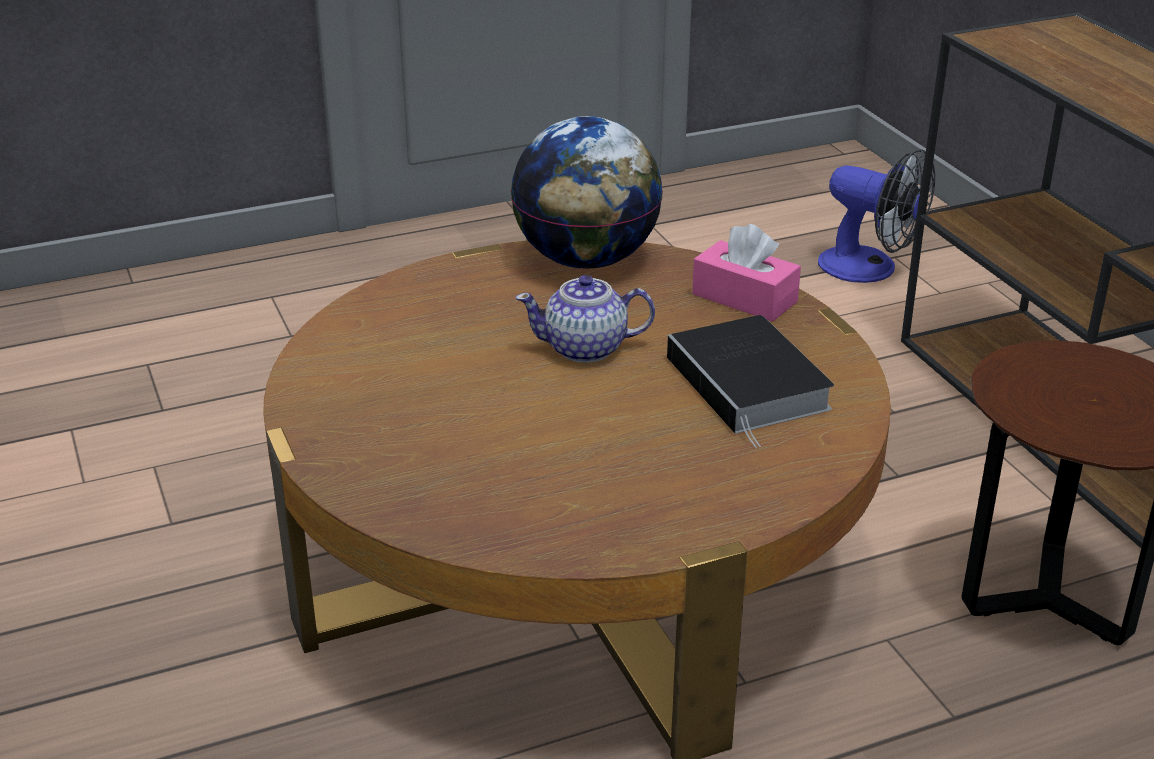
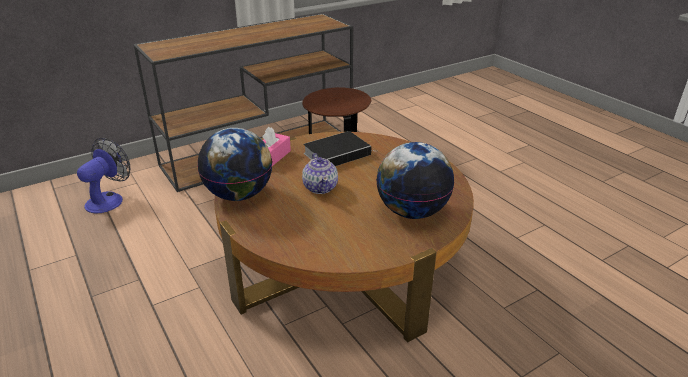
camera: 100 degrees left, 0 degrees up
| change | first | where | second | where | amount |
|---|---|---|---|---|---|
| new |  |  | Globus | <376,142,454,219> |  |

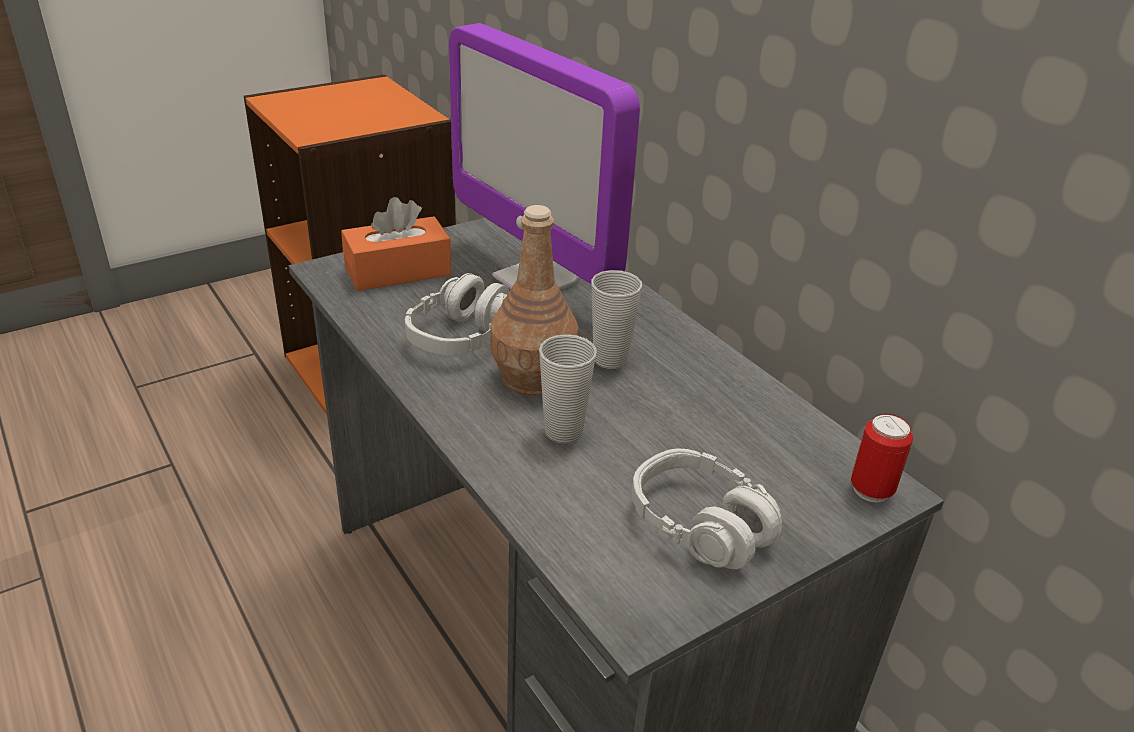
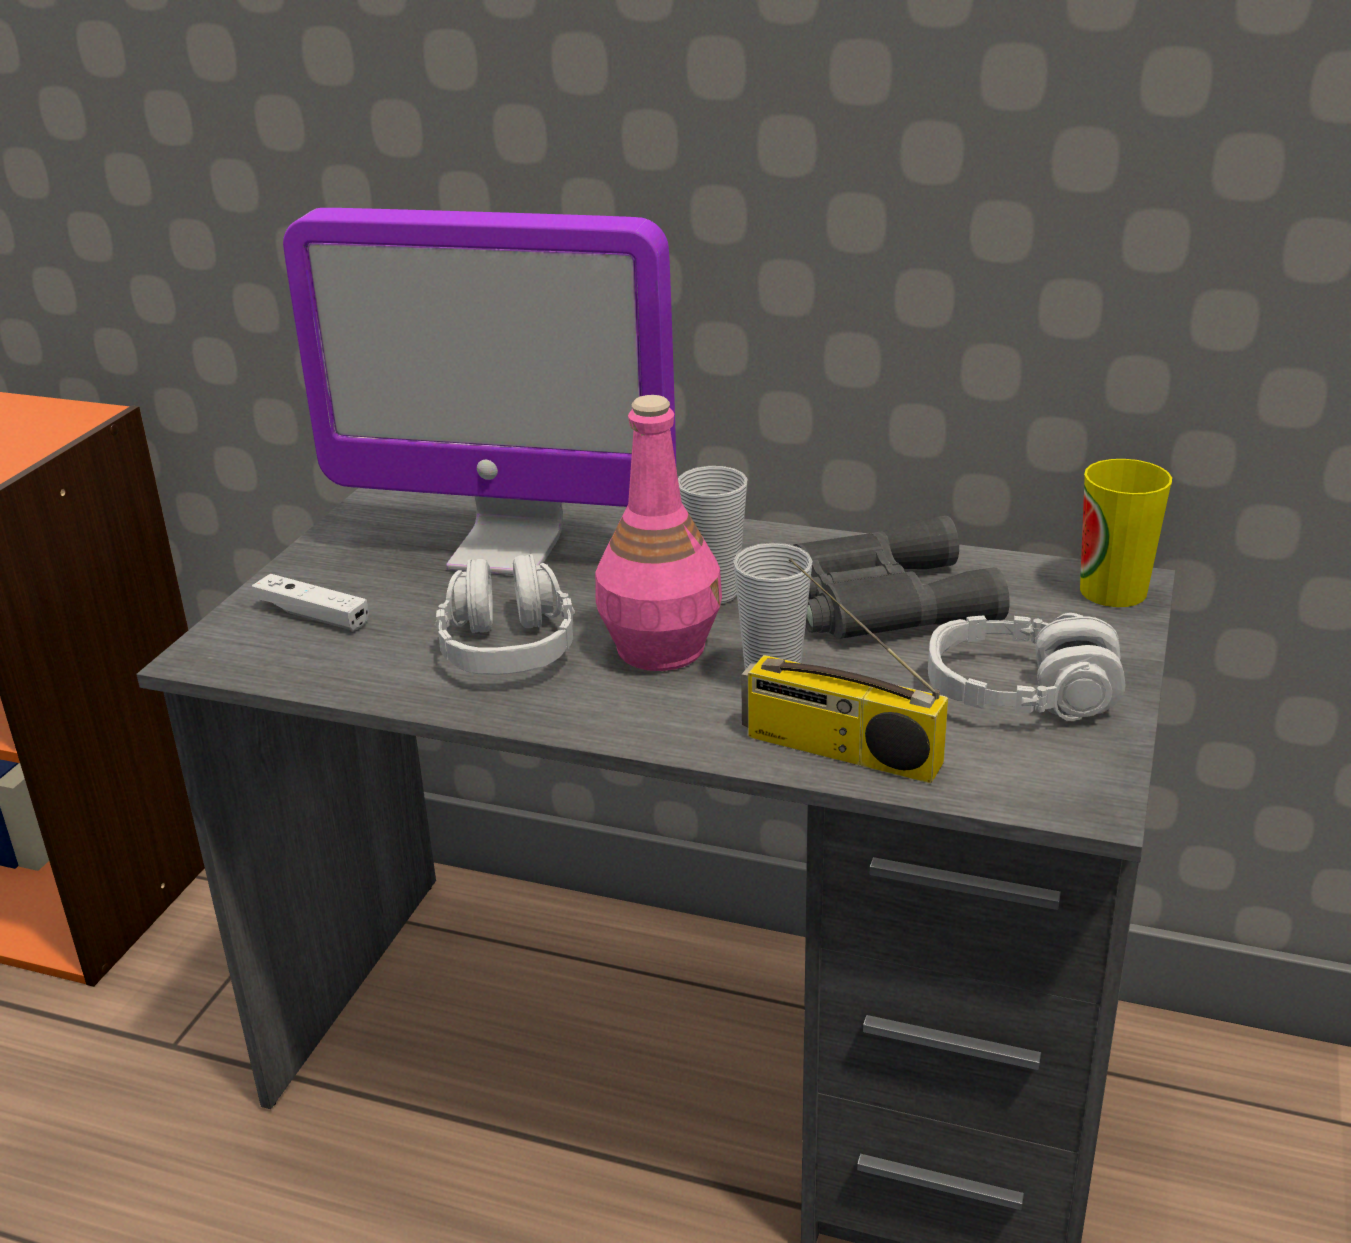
camera: 35 degrees left, 5 degrees down
| change | first | where | second | where | amount |
|---|---|---|---|---|---|
| swapped | Taschentuchbox/orange | <341,197,451,291> | Gamepad/weiß | <252,574,369,631> |  |
| repainted | Flasche/braun | <490,205,578,396> | Flasche/rosa | <595,395,722,671> |  |
| new |  |  | Radio | <741,558,948,783> |  |
| new |  |  | Fernglas/grau | <792,516,1010,639> |  |
| swapped | Dose | <851,413,913,503> | Tasse | <1080,459,1172,607> |  |

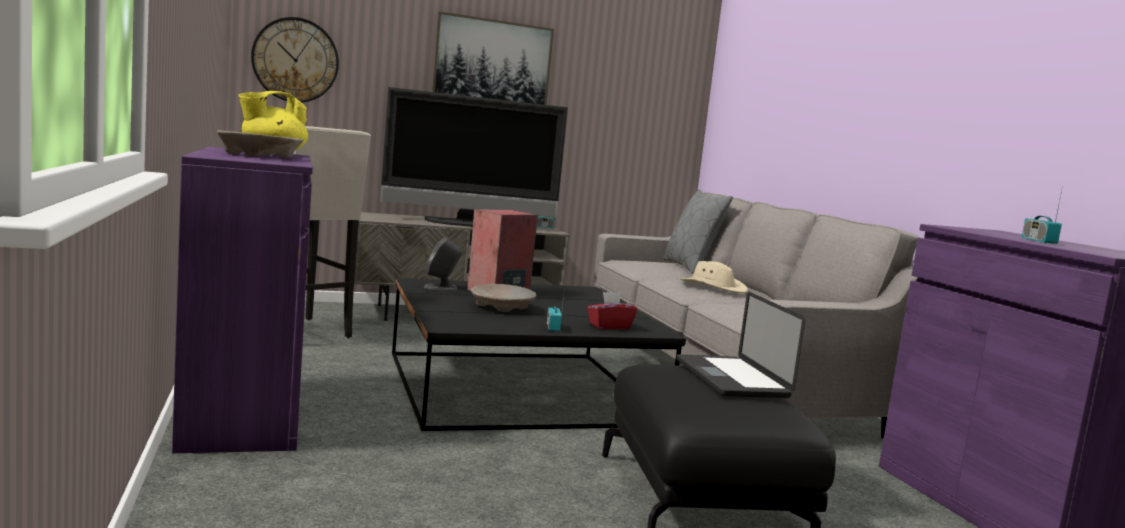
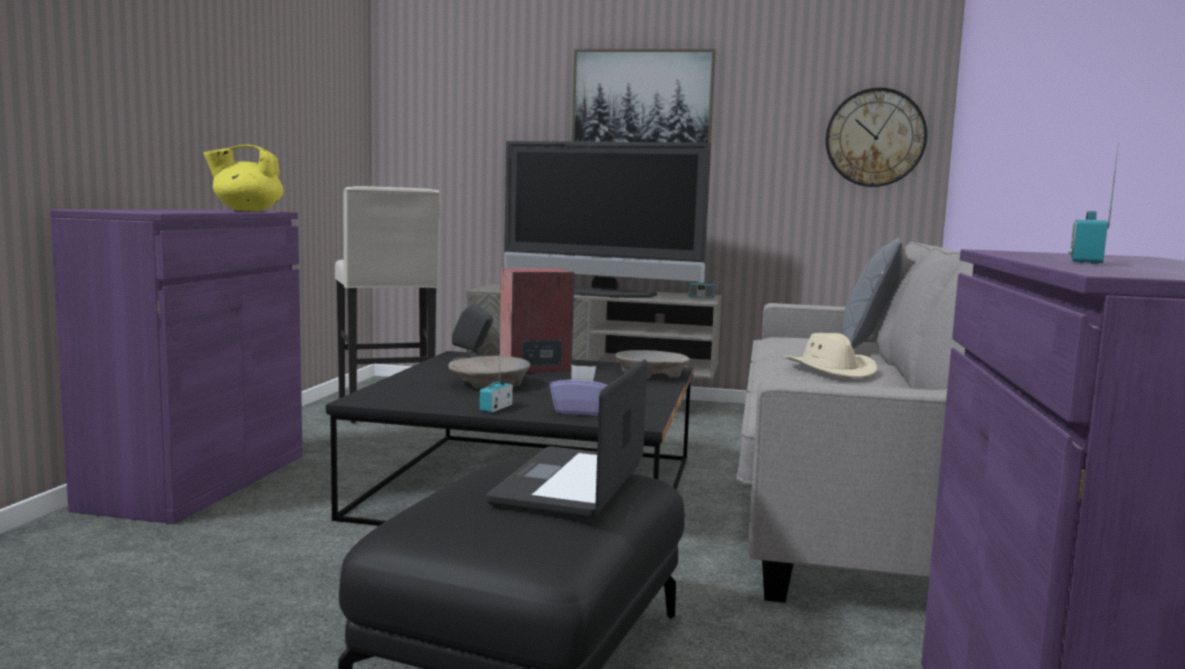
camera: 30 degrees right, 0 degrees up
| change | first | where | second | where | amount |
|---|---|---|---|---|---|
| repainted | Taschentuchbox/rot | <587,292,637,329> | Taschentuchbox/lila | <550,365,607,416> |  |
| shifted | Schüssel/beige | <217,130,304,158> |  | <615,350,690,379> |  |
| shifted | Wanduhr | <251,17,339,102> |  | <825,88,927,187> |  |

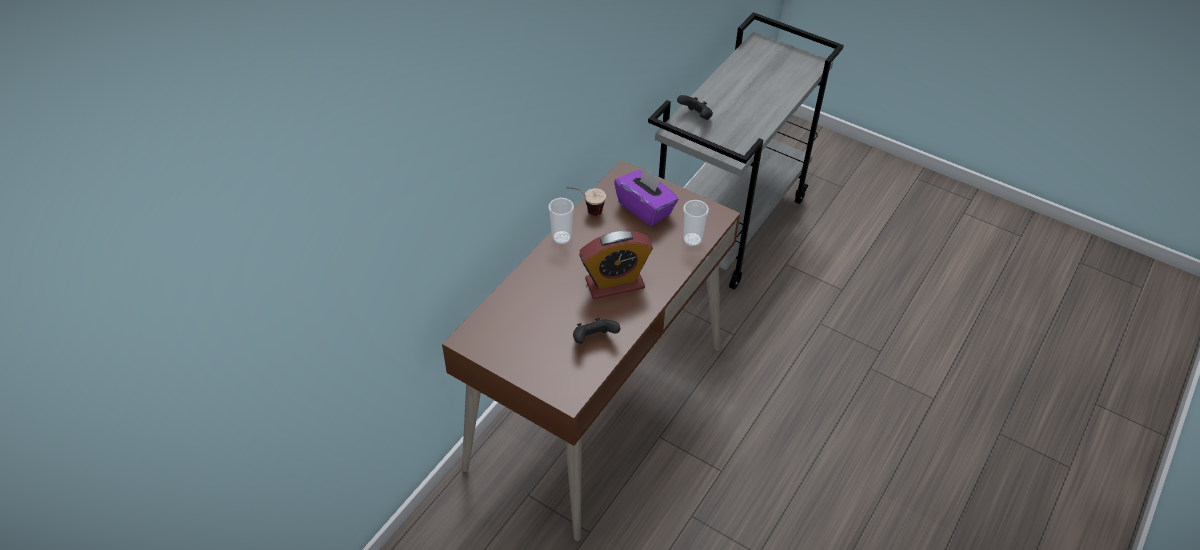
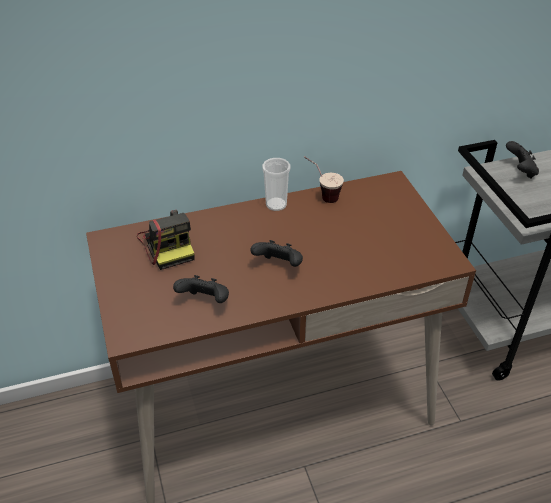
camera: 40 degrees right, 5 degrees down
| change | first | where | second | where | amount |
|---|---|---|---|---|---|
| new |  |  | Kamera | <137,210,194,270> |  |
| swapped | Wecker | <579,231,653,299> | Gamepad/schwarz | <250,240,303,267> |  |
| gone | Taschentuchbox/lila | <614,166,679,226> |  |  |  |
| gone | Tasse | <683,200,709,247> |  |  |  |

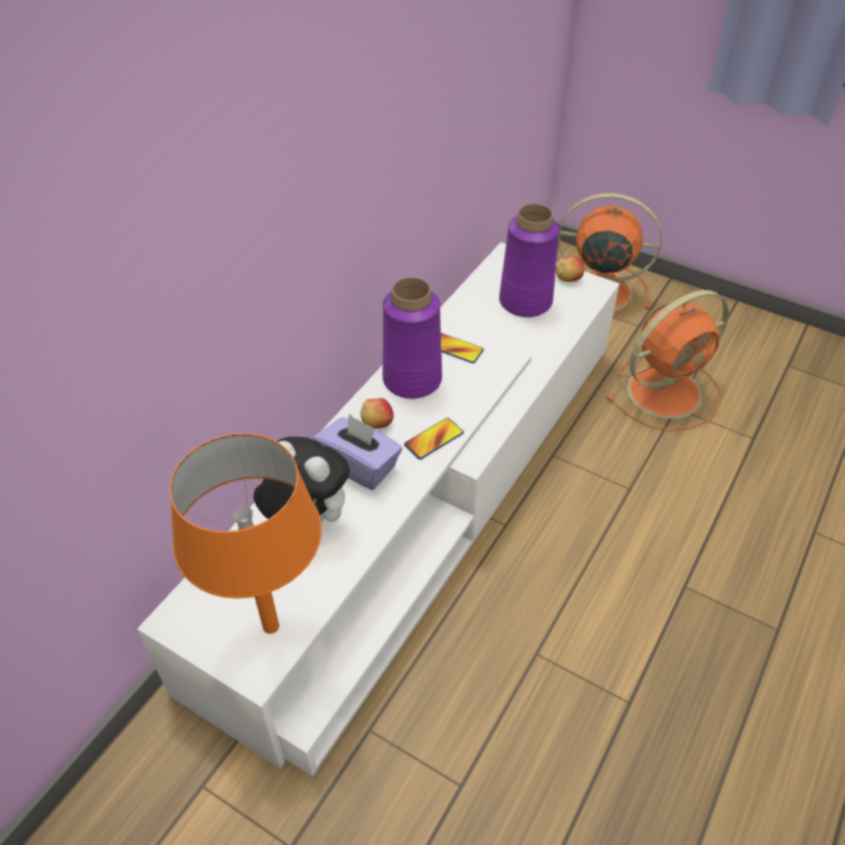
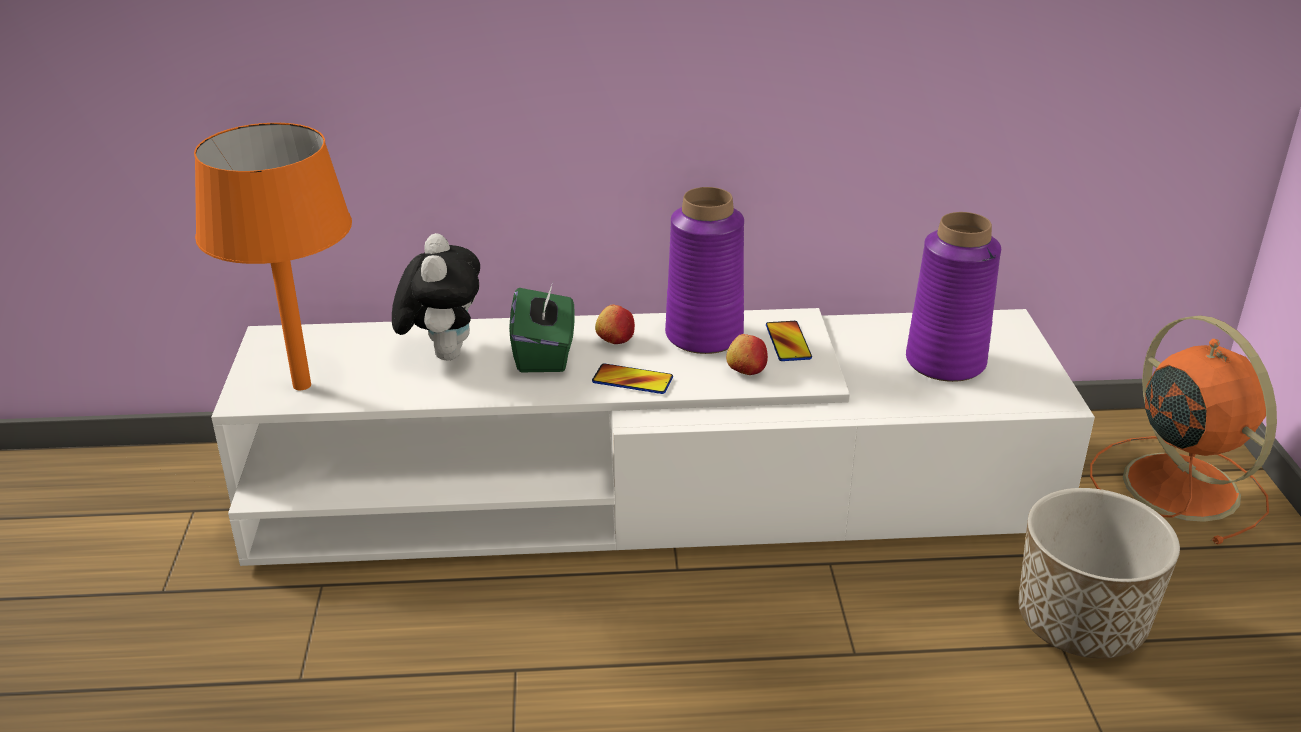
camera: 55 degrees right, 15 degrees down
| change | first | where | second | where | amount |
|---|---|---|---|---|---|
| repainted | Taschentuchbox/lila | <313,414,402,490> | Taschentuchbox/grün | <509,280,575,372> |  |
| shifted | Apfel | <556,256,584,282> |  | <726,334,768,375> |  |
| swapped | Ventilator/orange | <606,290,729,431> | Pflanzkübel | <1018,488,1180,659> |  |

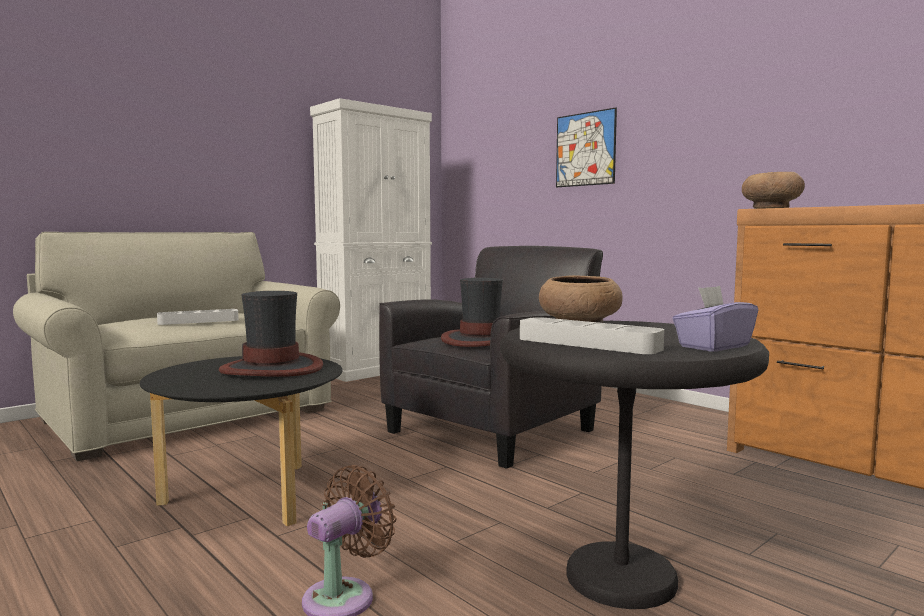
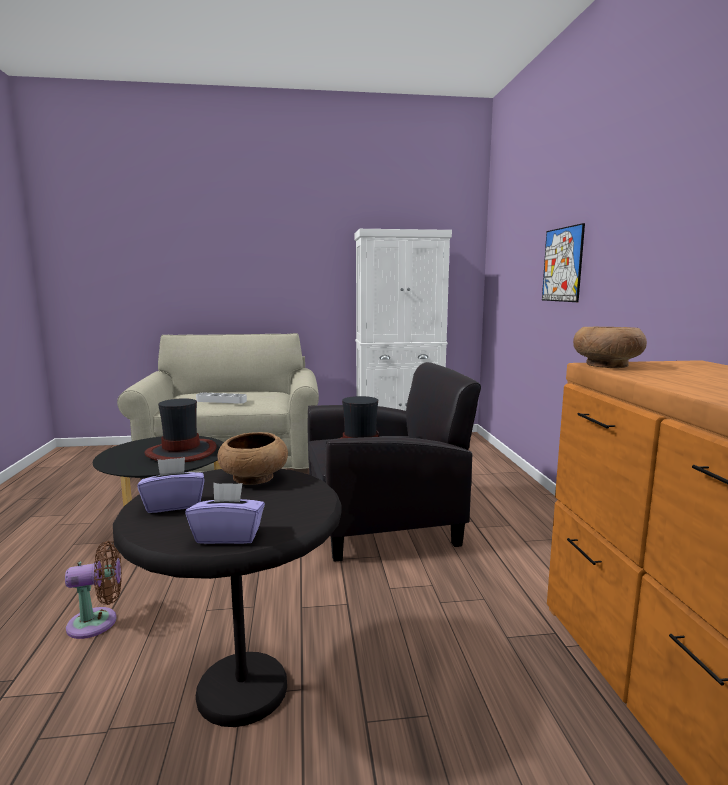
camera: 35 degrees right, 5 degrees up
| change | first | where | second | where | amount |
|---|---|---|---|---|---|
| swapped | Tablett/grau | <520,317,664,354> | Taschentuchbox/lila | <137,457,205,513> |  |

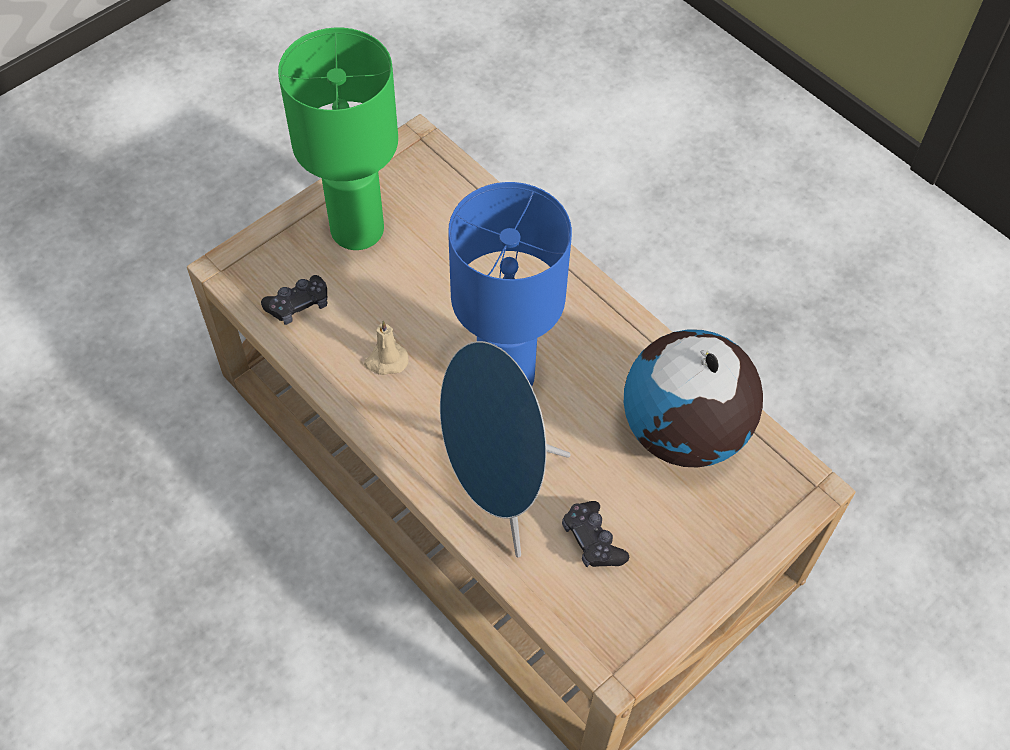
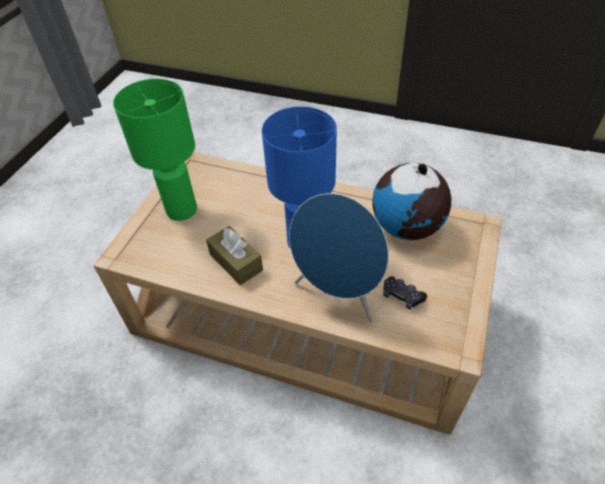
camera: 25 degrees left, 10 degrees down
| change | first | where | second | where | amount |
|---|---|---|---|---|---|
| swapped | Kerze/beige | <364,321,408,375> | Taschentuchbox/braun | <206,226,263,285> |  |
| gone | Gamepad/schwarz | <261,275,327,325> |  |  |  |

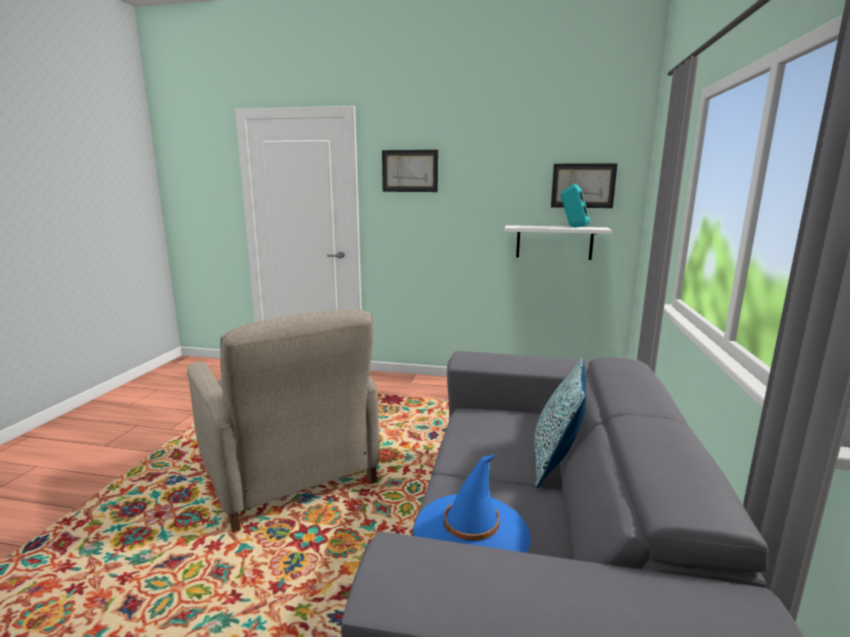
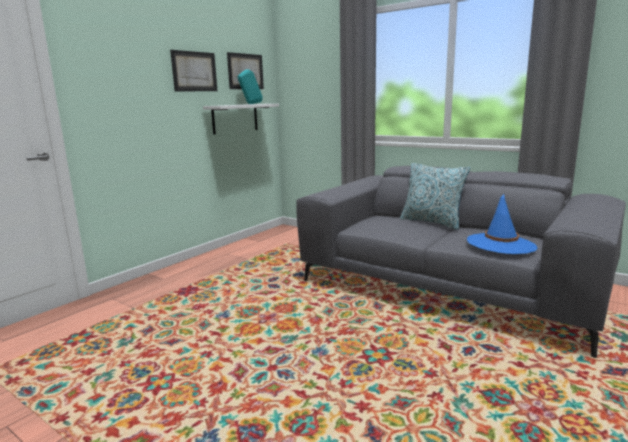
camera: 65 degrees left, 0 degrees up
| change | first | where | second | where | amount |
|---|---|---|---|---|---|
| shifted | Bild | <382,150,438,192> |  | <170,50,217,91> |  |
| gone | Sessel/beige | <187,310,379,532> |  |  |  |

